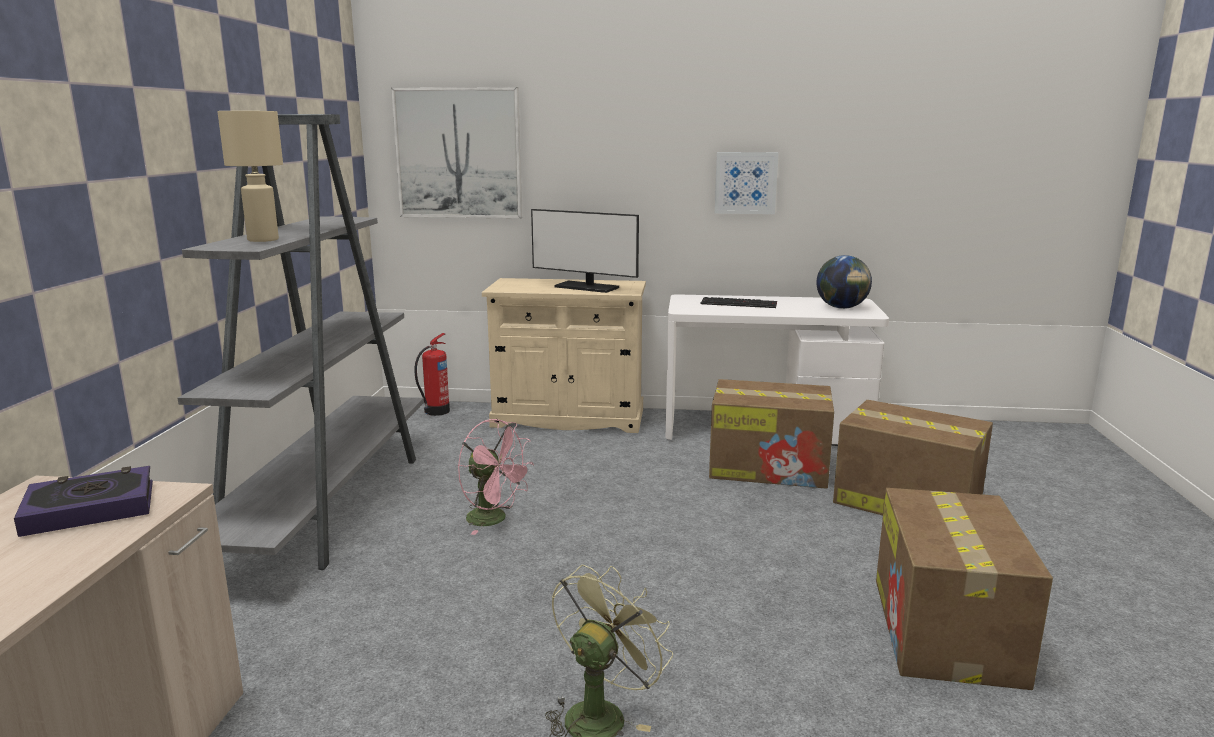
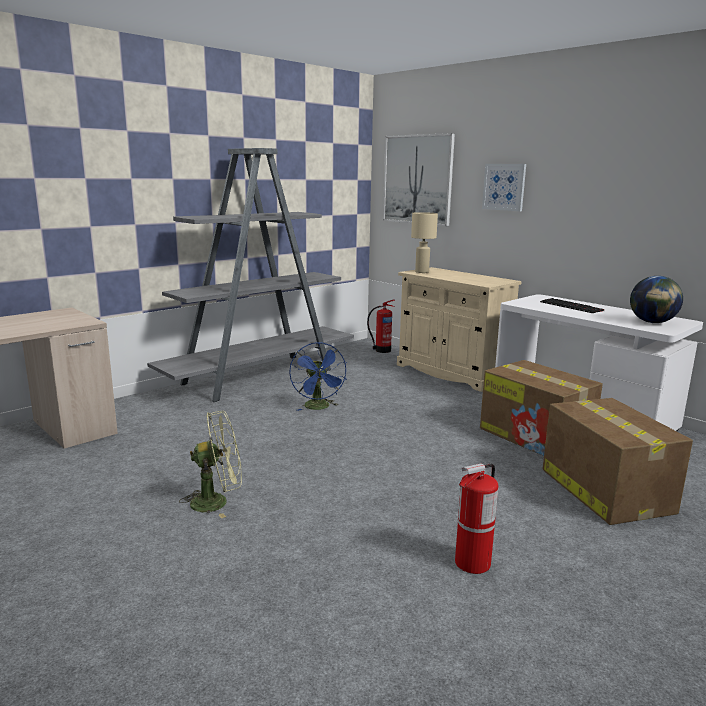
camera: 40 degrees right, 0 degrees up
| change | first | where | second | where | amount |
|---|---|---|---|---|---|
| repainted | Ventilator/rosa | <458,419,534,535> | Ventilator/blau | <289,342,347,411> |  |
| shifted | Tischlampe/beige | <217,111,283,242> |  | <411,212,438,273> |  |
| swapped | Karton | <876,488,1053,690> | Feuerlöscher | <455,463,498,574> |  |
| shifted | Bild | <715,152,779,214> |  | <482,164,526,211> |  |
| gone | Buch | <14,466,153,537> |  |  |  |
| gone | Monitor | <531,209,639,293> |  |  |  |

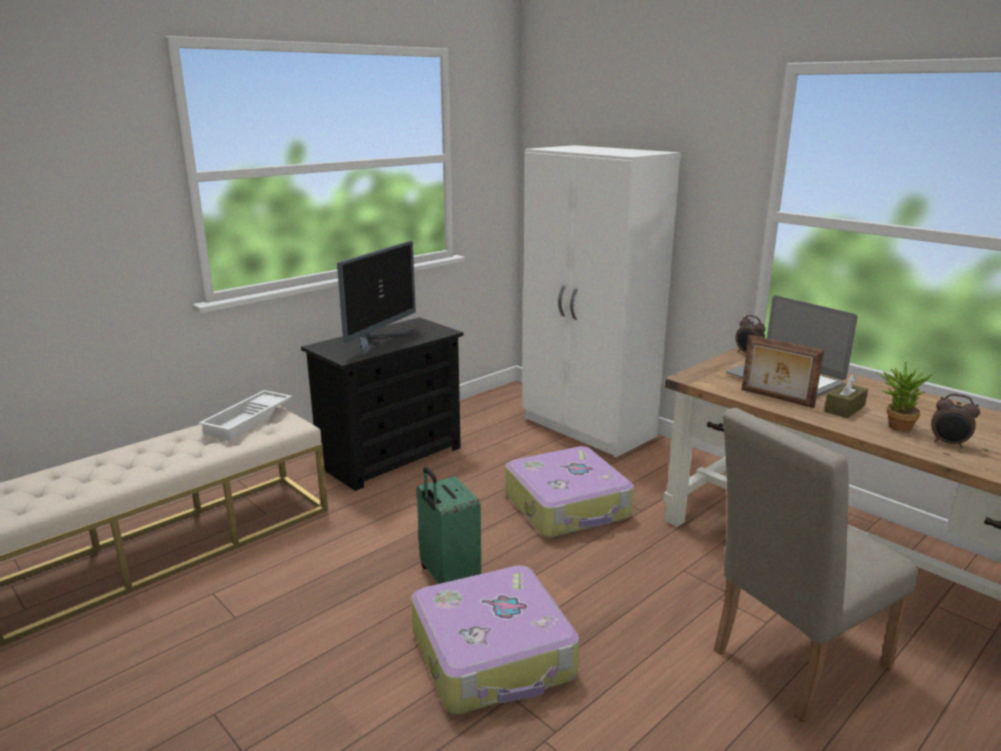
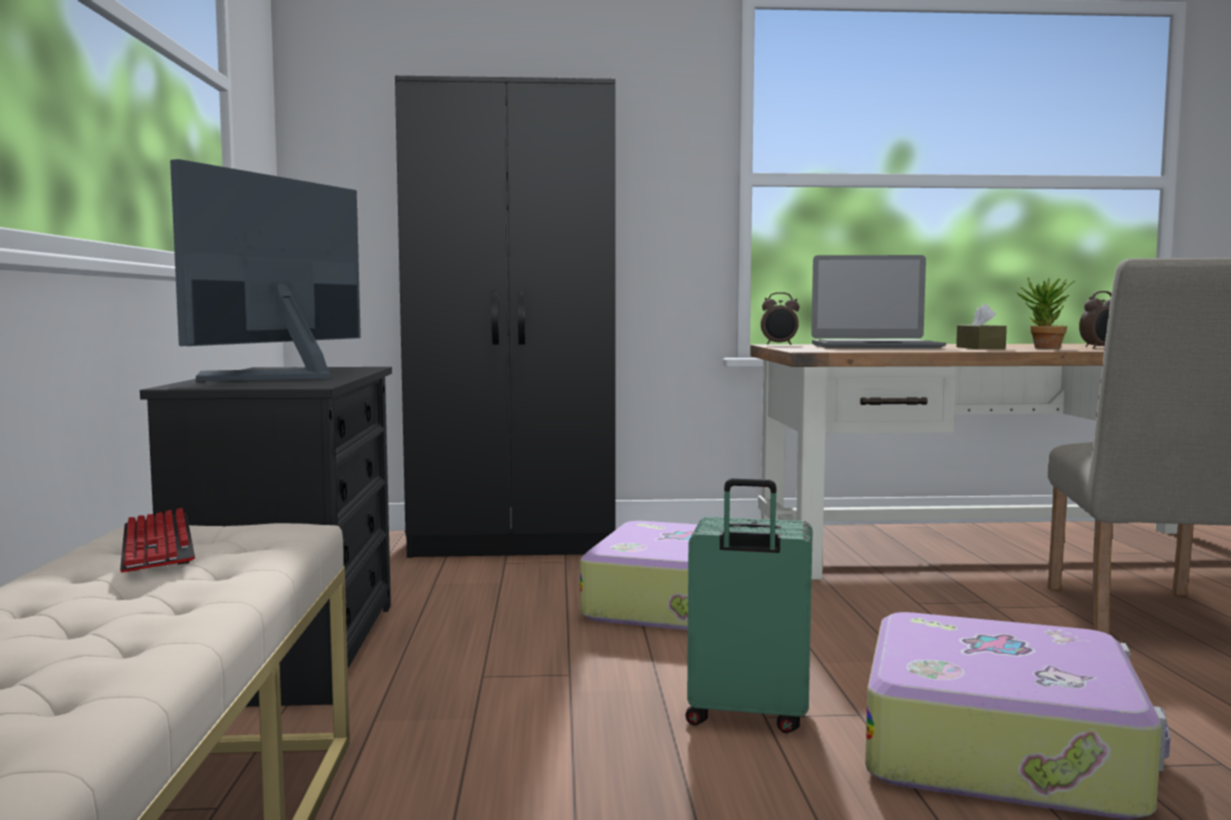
camera: 50 degrees left, 15 degrees down
| change | first | where | second | where | amount |
|---|---|---|---|---|---|
| swapped | Tablett/weiß | <199,390,292,441> | Tastatur | <120,508,195,572> |  |
| rotated | Monitor | <337,241,416,356> |  | <170,159,361,381> | 135 degrees counterclockwise |
| repainted | Kleiderschrank/weiß | <522,145,681,457> | Kleiderschrank/schwarz | <395,76,615,558> |  |
| gone | Bilderrahmen | <741,335,824,408> |  |  |  |

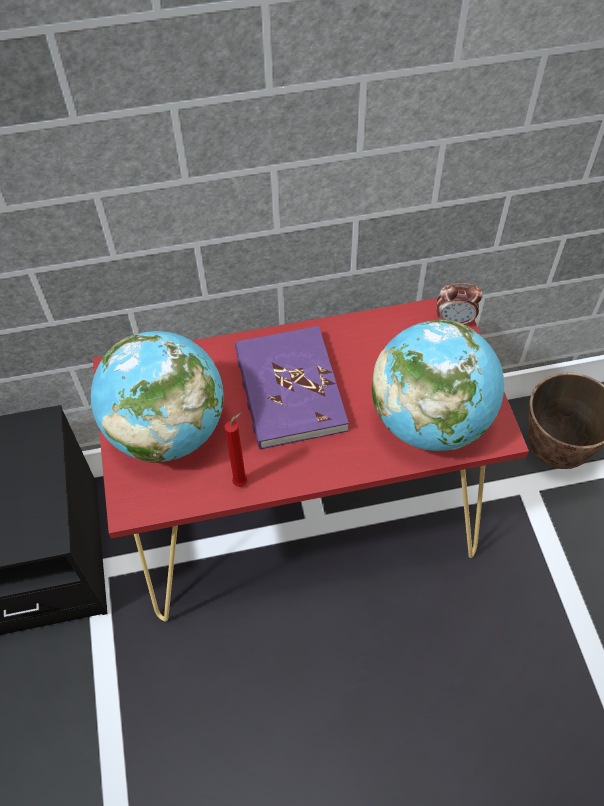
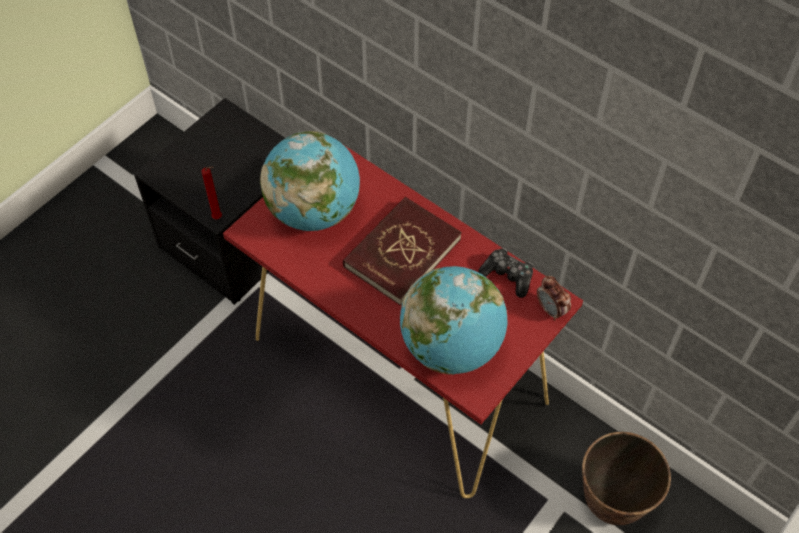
camera: 50 degrees right, 0 degrees up
| change | first | where | second | where | amount |
|---|---|---|---|---|---|
| shifted | Kerze/rot | <224,412,247,487> |  | <201,166,222,219> |  |
| repainted | Buch/lila | <235,326,349,450> | Buch/rot | <343,197,462,306> |  |
| new |  |  | Gamepad | <478,248,533,298> |  |

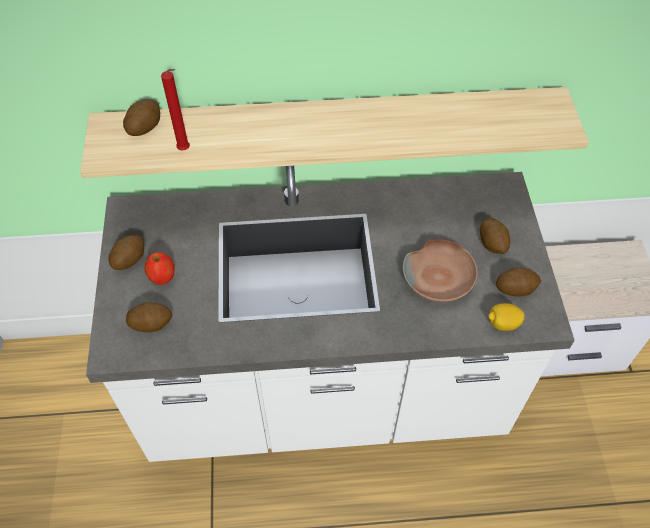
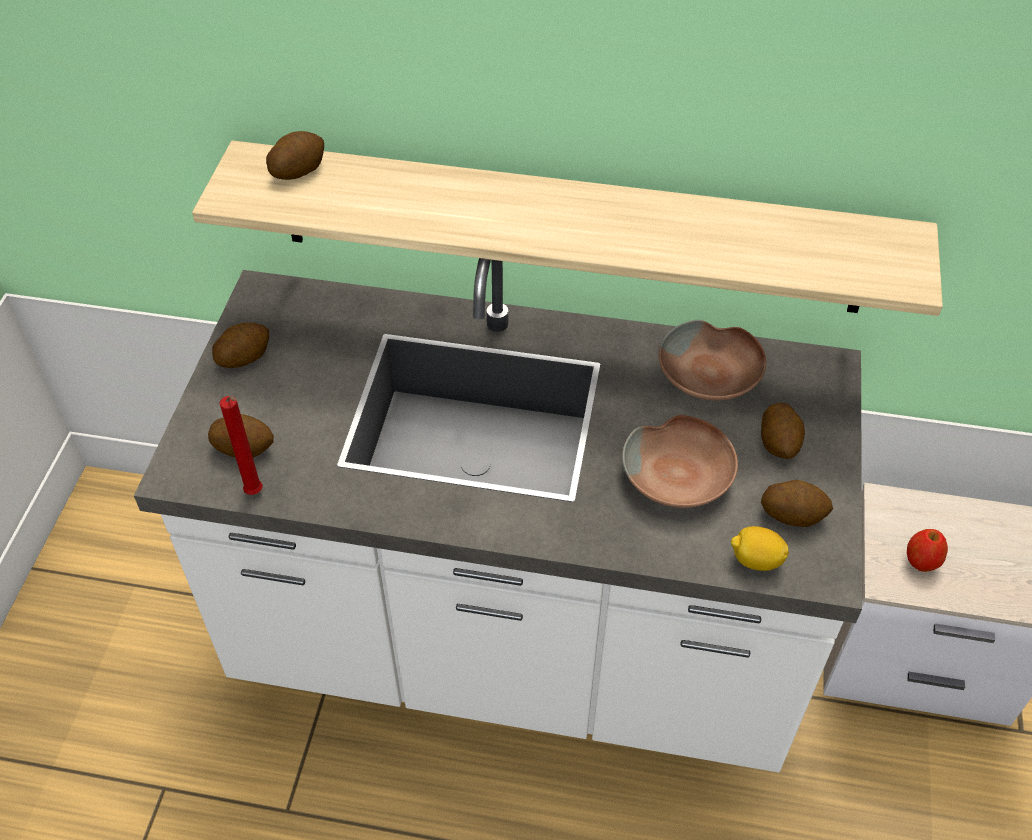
camera: 15 degrees right, 5 degrees down
| change | first | where | second | where | amount |
|---|---|---|---|---|---|
| shifted | Kerze/rot | <161,69,190,150> |  | <219,396,263,495> |  |
| new |  |  | Schüssel/braun | <658,320,766,401> |  |
| shifted | Apfel | <145,252,175,285> |  | <907,529,948,572> |  |

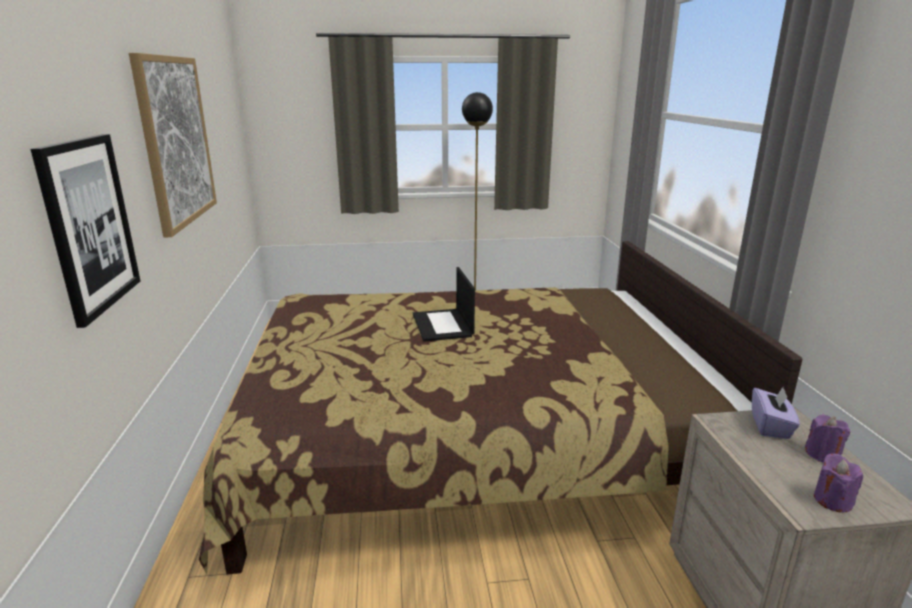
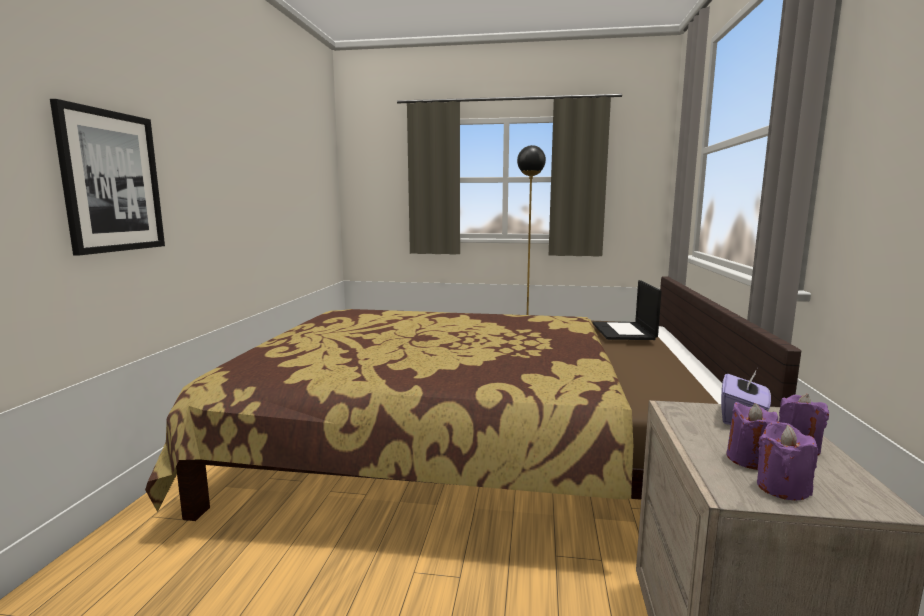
camera: 15 degrees right, 10 degrees down
| change | first | where | second | where | amount |
|---|---|---|---|---|---|
| shifted | Laptop | <413,267,475,342> |  | <592,280,662,340> |  |
| new |  |  | Kerze/lila | <726,402,779,470> |  |
| gone | Bild | <129,53,217,237> |  |  |  |

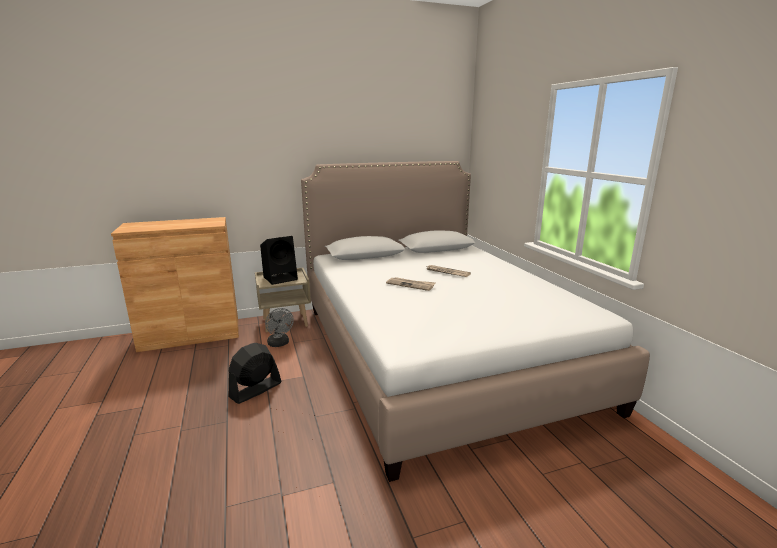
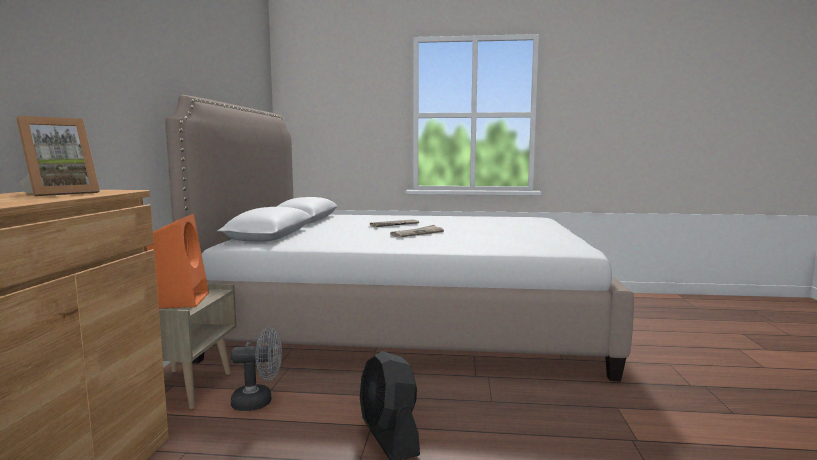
camera: 65 degrees left, 10 degrees down
| change | first | where | second | where | amount |
|---|---|---|---|---|---|
| new |  |  | Bilderrahmen | <16,116,100,196> |  |
| repainted | Lautsprecher/schwarz | <260,236,298,285> | Lautsprecher/orange | <147,214,209,308> |  |

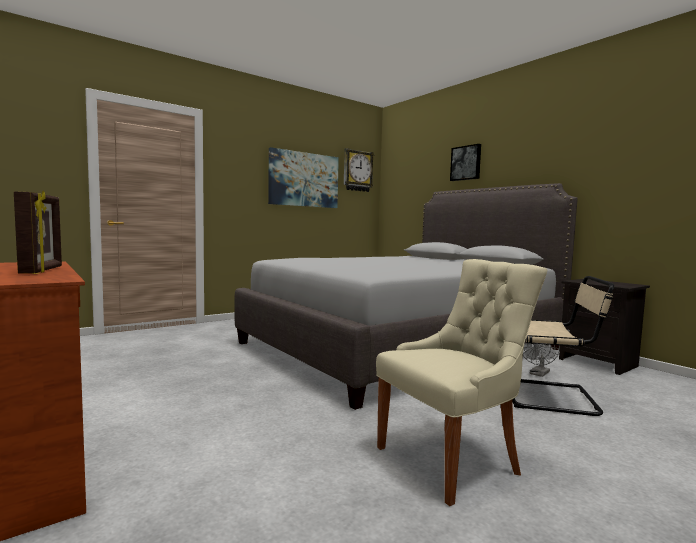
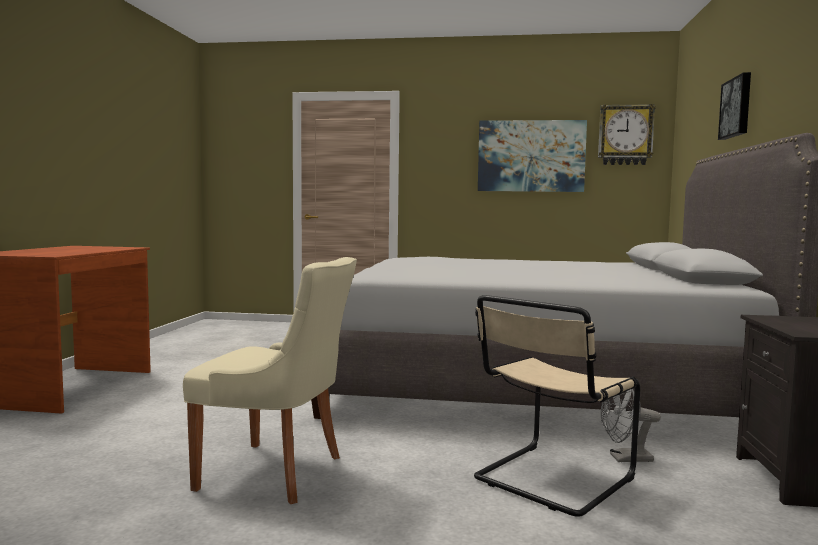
camera: 45 degrees right, 0 degrees up
| change | first | where | second | where | amount |
|---|---|---|---|---|---|
| rotated | Stuhl/beige | <512,276,614,416> |  | <474,295,640,517> | 75 degrees clockwise |
| gone | Bilderrahmen | <14,190,62,274> |  |  |  |

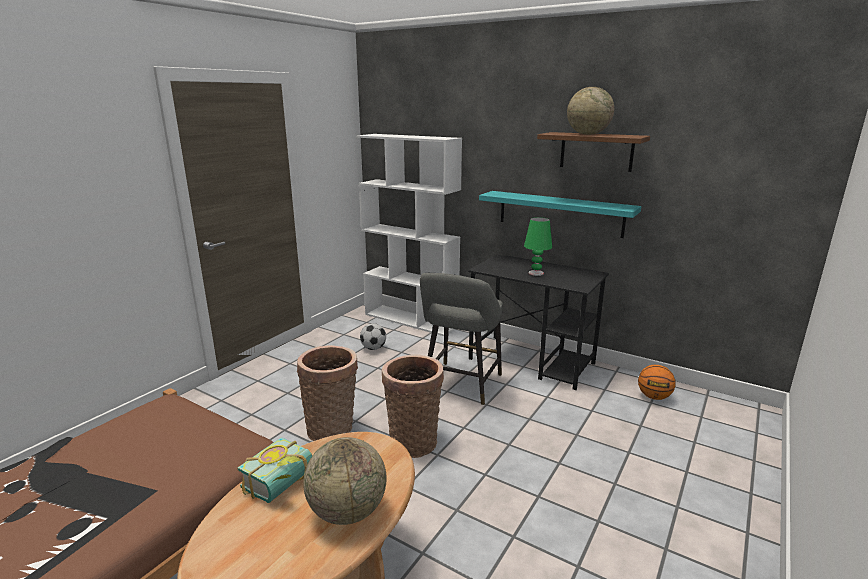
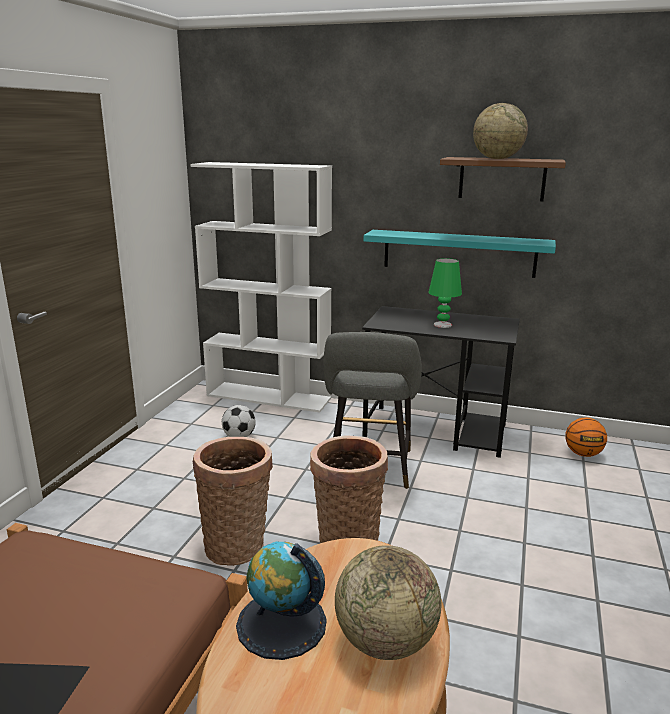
camera: 15 degrees left, 0 degrees up
| change | first | where | second | where | amount |
|---|---|---|---|---|---|
| swapped | Buch | <238,437,312,503> | Globus | <236,542,327,660> |  |

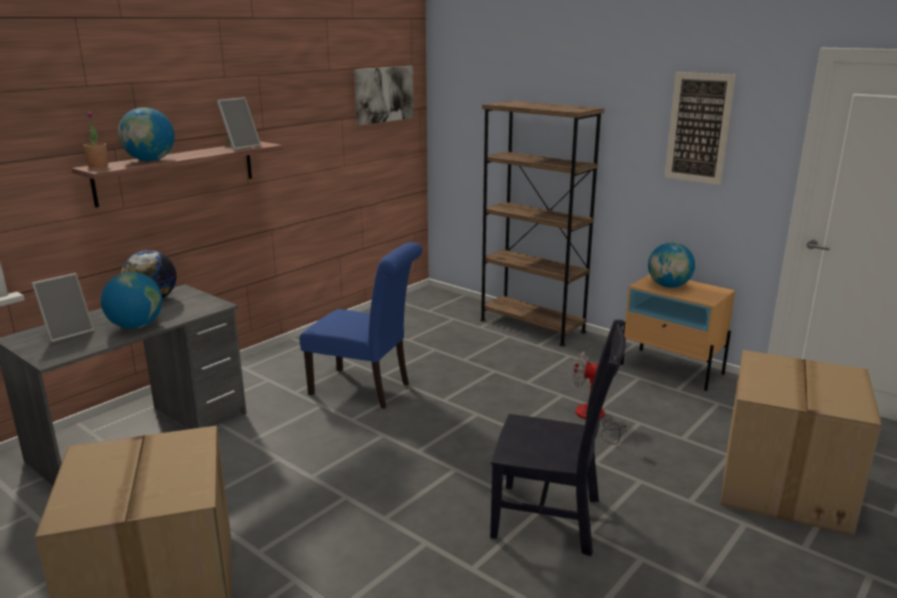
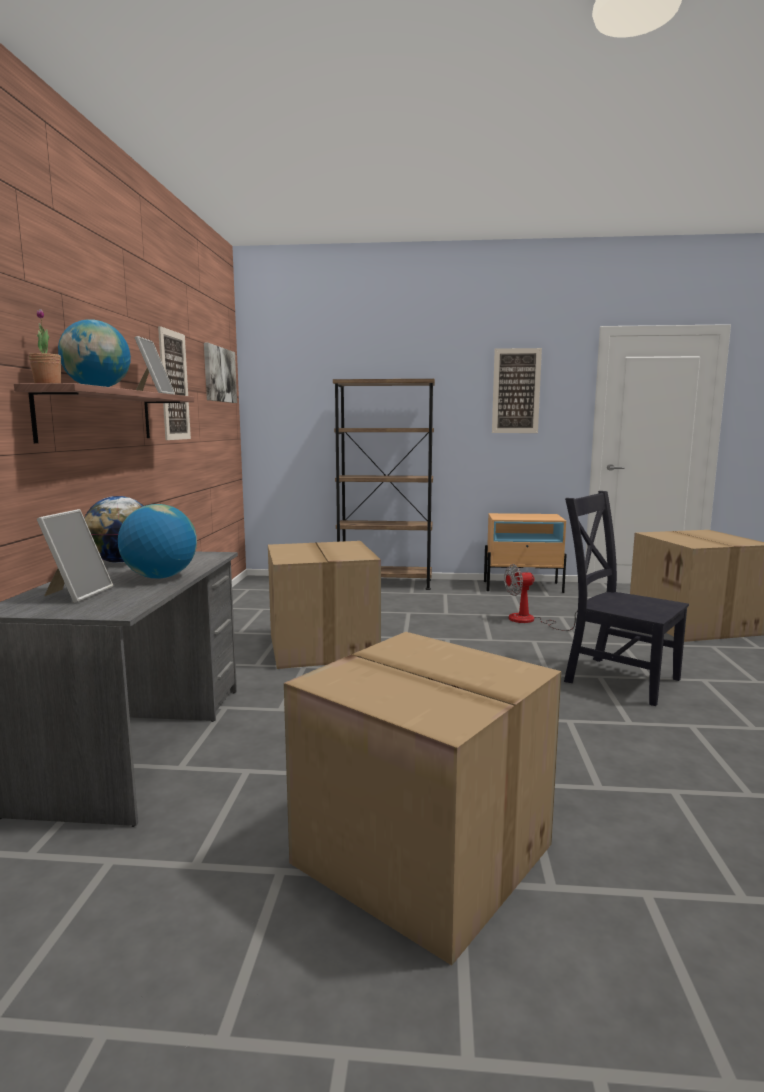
camera: 35 degrees left, 10 degrees down
| change | first | where | second | where | amount |
|---|---|---|---|---|---|
| new |  |  | Bild | <158,326,191,440> |  |
| swapped | Stuhl/blau | <300,242,422,409> | Karton | <268,541,381,669> |  |
| rotated | Stuhl/schwarz | <490,320,626,556> |  | <564,491,689,706> | 120 degrees counterclockwise |
| gone | Globus | <648,243,695,288> |  |  |  |

